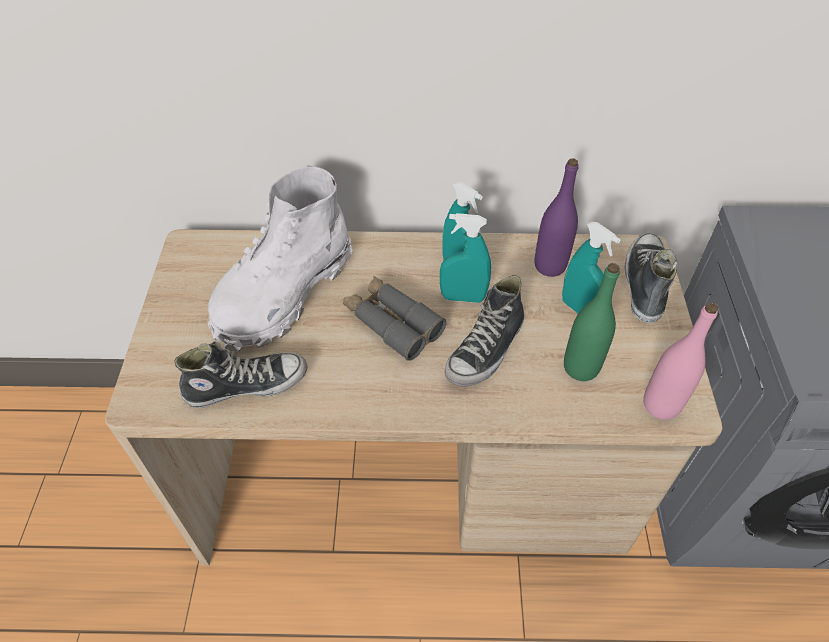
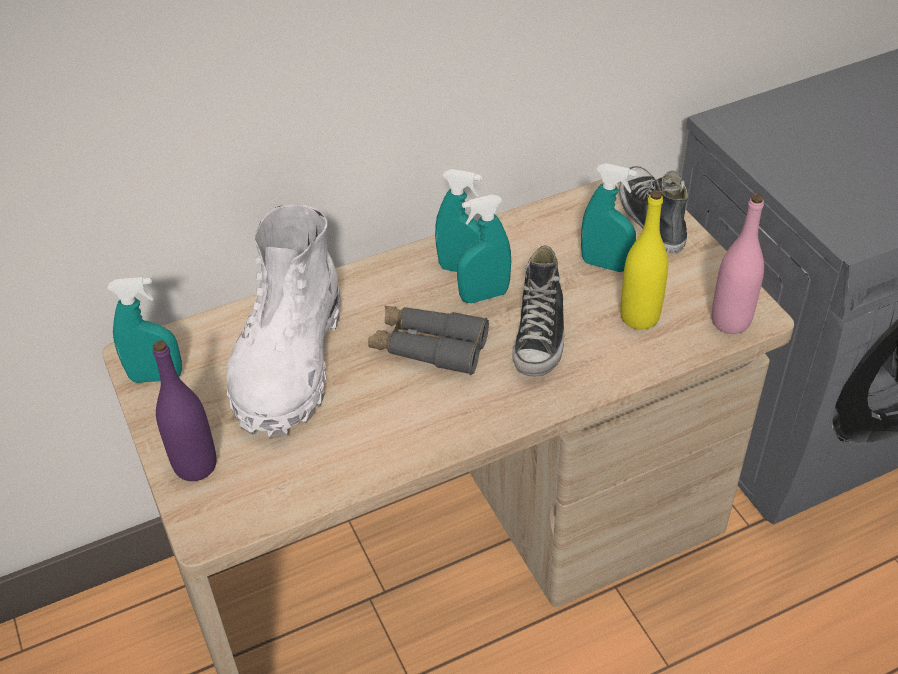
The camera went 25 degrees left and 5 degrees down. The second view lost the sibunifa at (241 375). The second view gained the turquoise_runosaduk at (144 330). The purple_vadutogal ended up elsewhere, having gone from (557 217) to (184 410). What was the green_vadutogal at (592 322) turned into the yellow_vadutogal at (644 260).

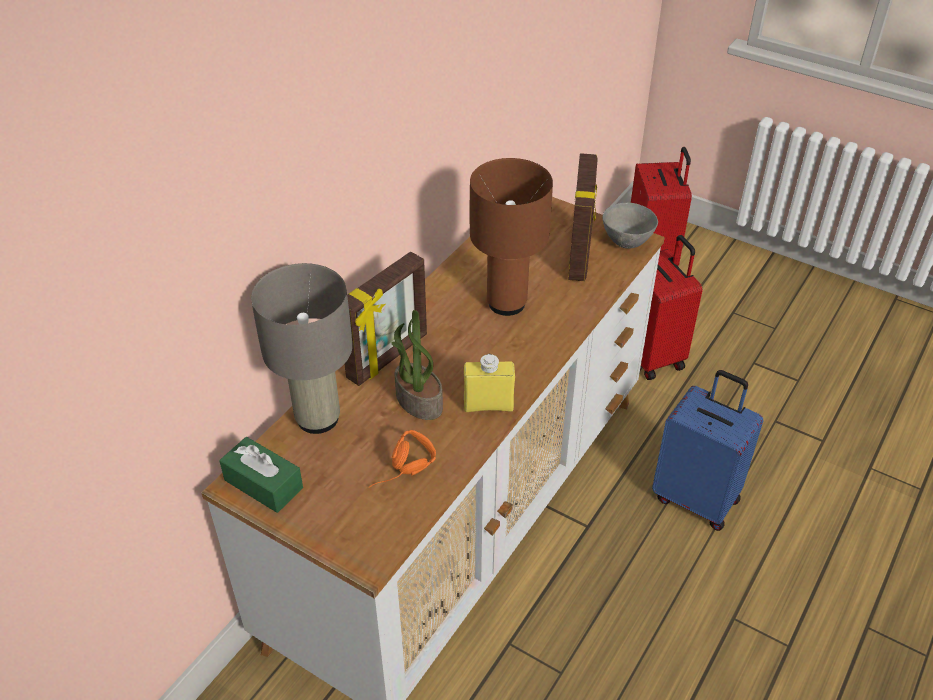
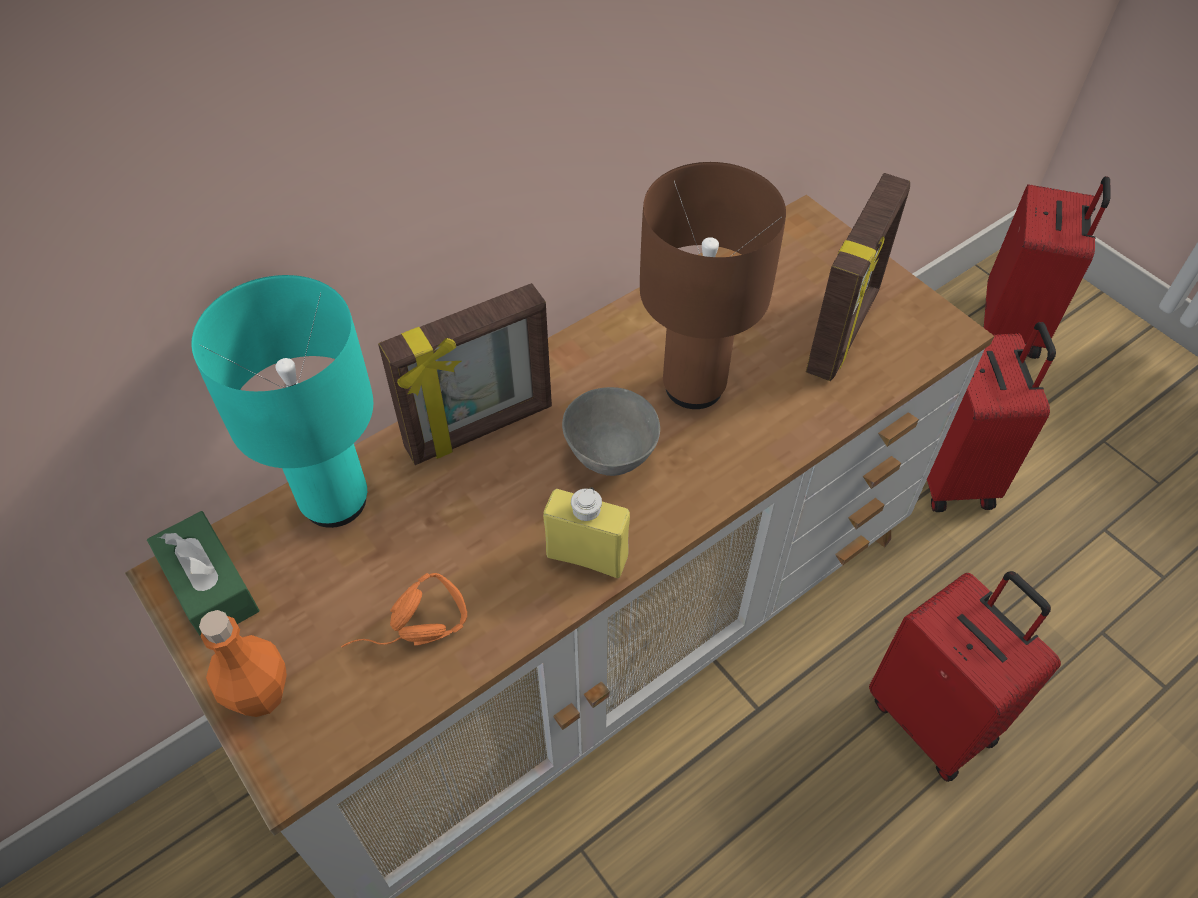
The camera went 20 degrees right and 10 degrees up. The second view lost the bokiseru at (417 365). The second view gained the orange_vadutogal at (243 663). The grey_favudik ended up elsewhere, having gone from (630 225) to (611 431). What was the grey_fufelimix at (301 348) turned into the turquoise_fufelimix at (282 401). What was the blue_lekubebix at (708 450) turned into the red_lekubebix at (965 676).

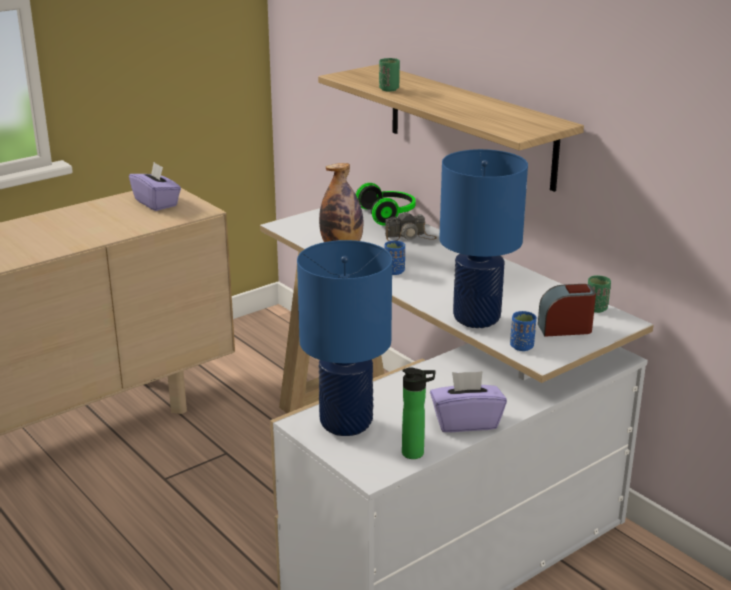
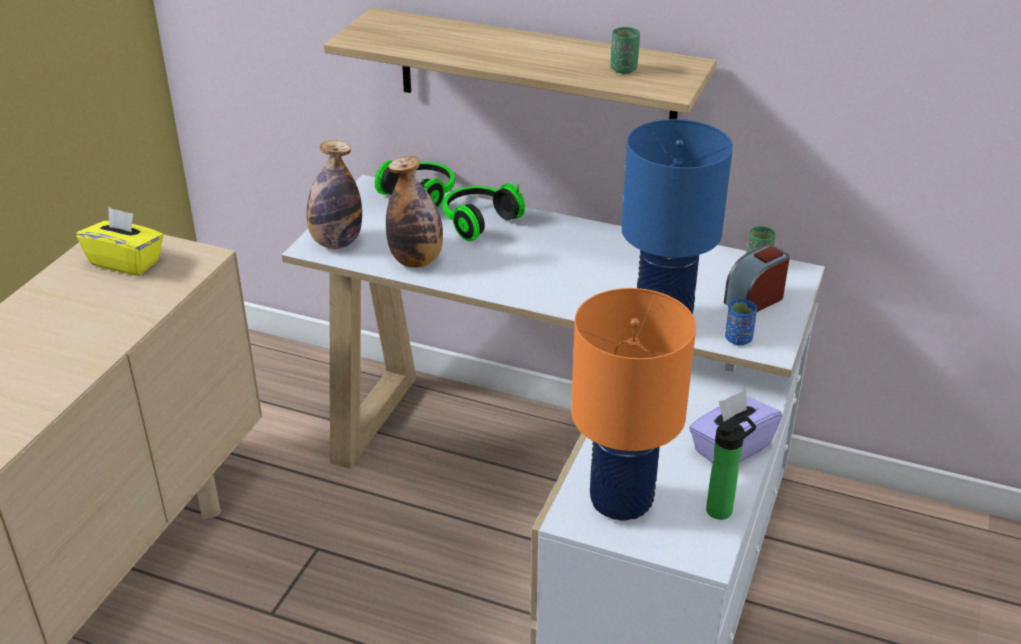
The camera went 30 degrees left and 10 degrees up. The second view lost the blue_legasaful at (394 258). The second view gained the vadutogal at (334 194). The green_legasaful ended up elsewhere, having gone from (389 74) to (625 50). Where the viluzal stood at (411 226), the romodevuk came to stand at (484 212). What was the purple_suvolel at (155 186) turned into the yellow_suvolel at (120 241). What was the blue_fufelimix at (344 338) turned into the orange_fufelimix at (633 404).

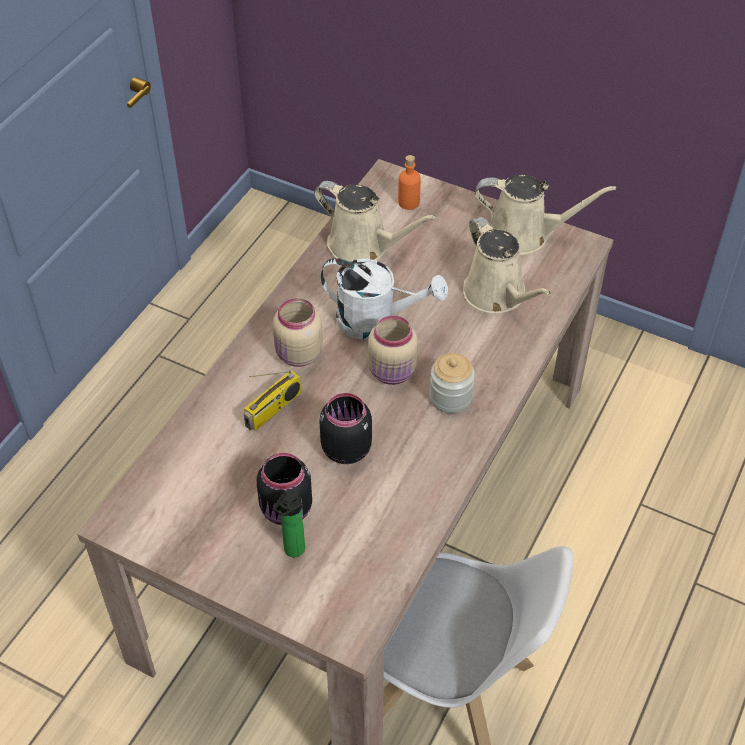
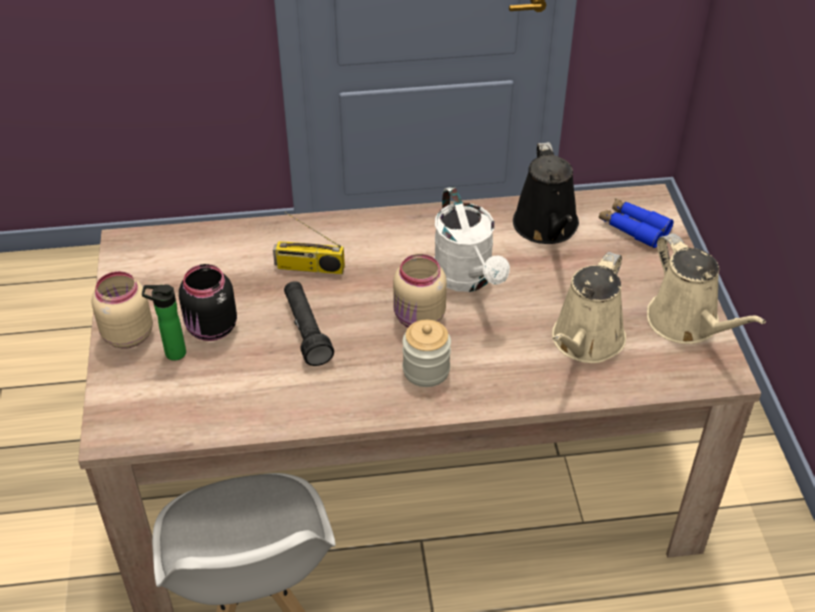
The camera went 55 degrees right and 5 degrees down. The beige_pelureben ended up elsewhere, having gone from (298 332) to (122 310). Where the black_pelureben stood at (346 428), the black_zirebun came to stand at (309 323). Where the orange_vadutogal stood at (409 182), the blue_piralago came to stand at (636 223). What was the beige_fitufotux at (375 221) turned into the black_fitufotux at (546 193).

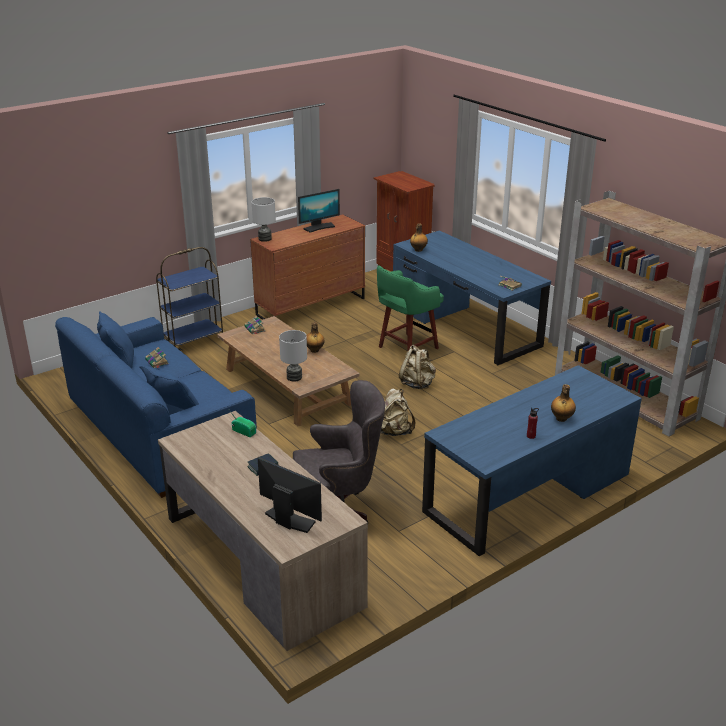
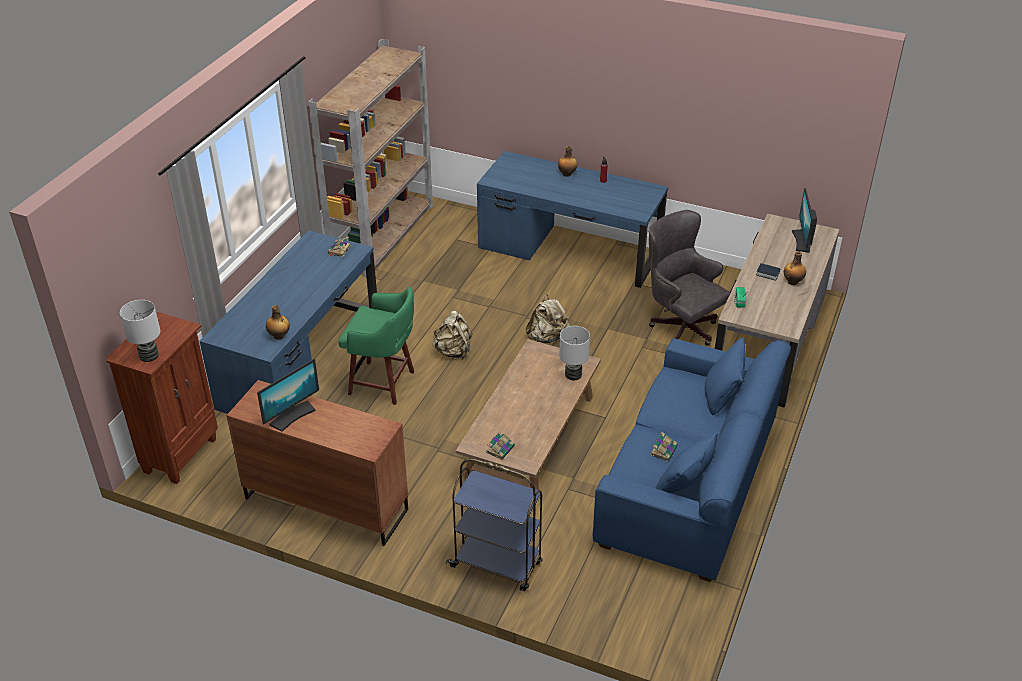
The camera went 120 degrees left and 10 degrees up. The grey_fufelimix ended up elsewhere, having gone from (264 219) to (140 331). The vadutogal ended up elsewhere, having gone from (316 337) to (795 268). The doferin at (319 211) ended up facing another way, 105 degrees clockwise from before.

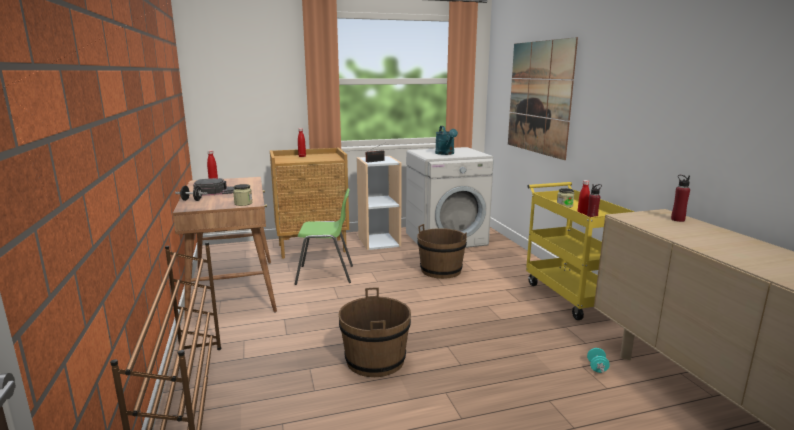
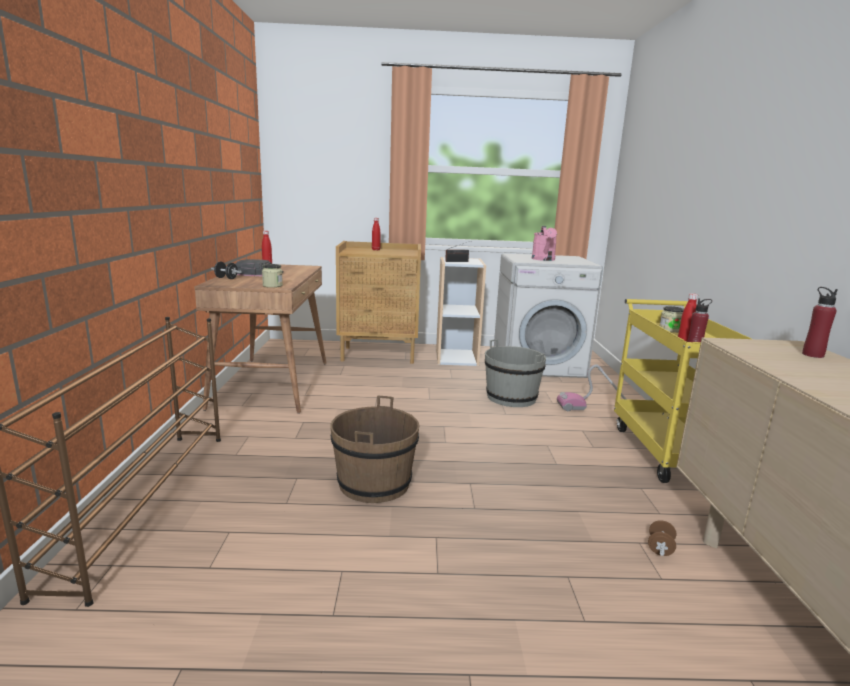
The camera went 15 degrees right and 0 degrees up. The second view lost the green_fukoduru at (324 237). The second view lost the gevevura at (543 98). The second view gained the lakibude at (591 387). What was the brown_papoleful at (442 251) turned into the grey_papoleful at (515 373). What was the turquoise_fitufotux at (446 140) turned into the pink_fitufotux at (544 243). What was the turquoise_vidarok at (598 360) turned into the brown_vidarok at (662 538).

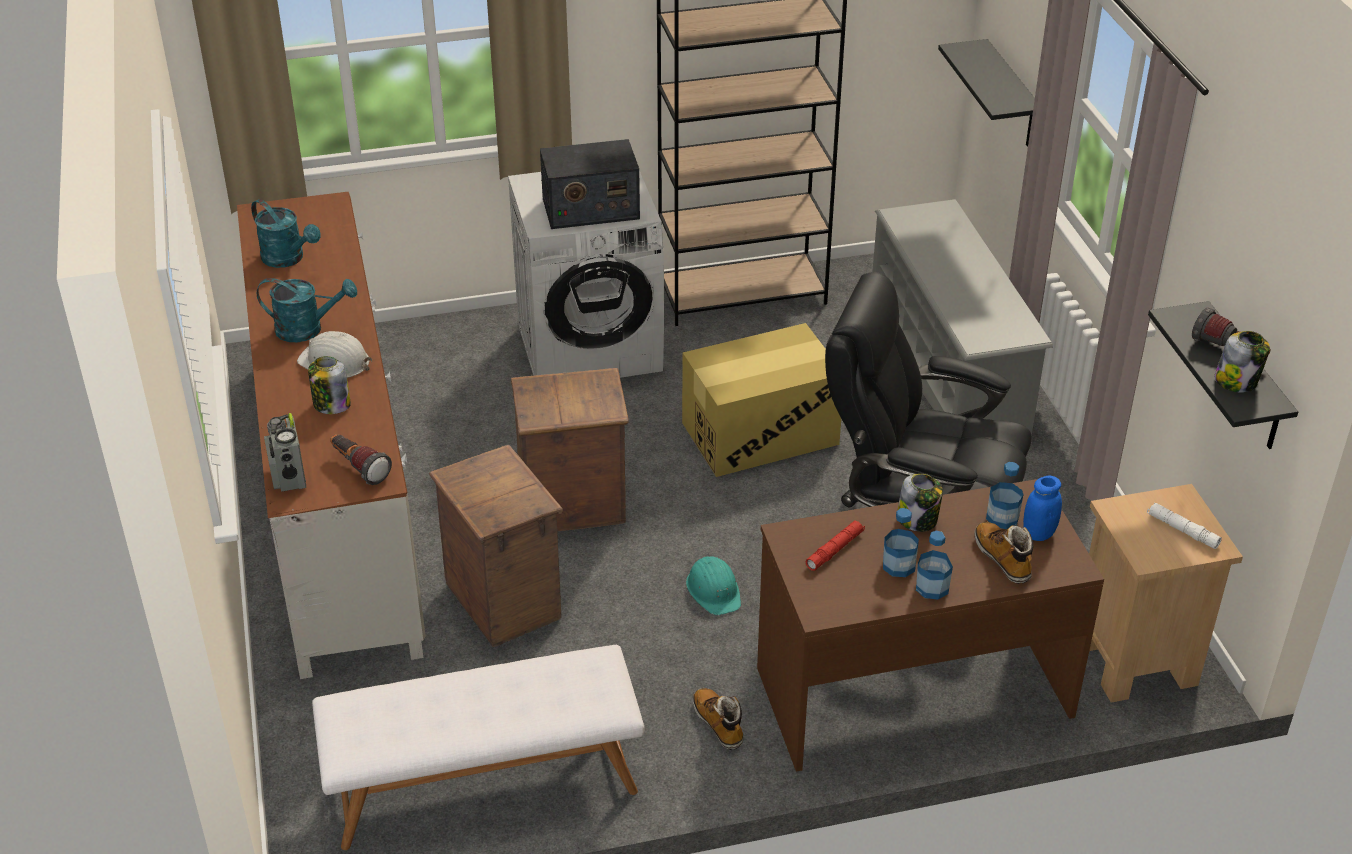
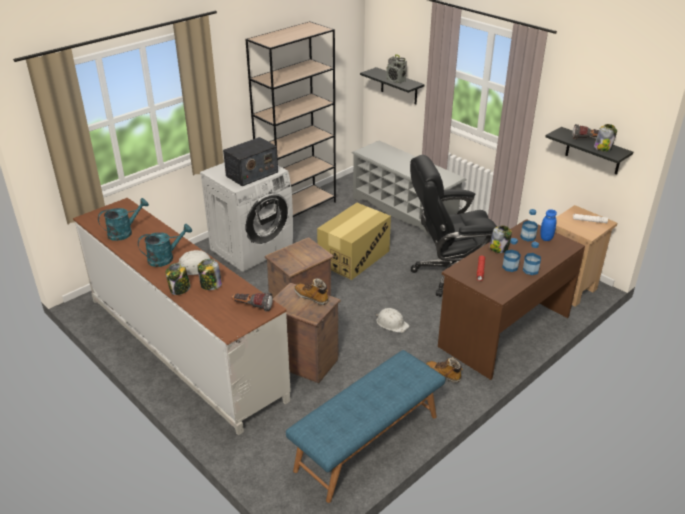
The camera went 30 degrees left and 5 degrees down. The second view gained the pelureben at (178 279). The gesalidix ended up elsewhere, having gone from (285 452) to (396 68). The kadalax ended up elsewhere, having gone from (1004 552) to (311 291). What was the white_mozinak at (478 747) turned into the blue_mozinak at (365 426). What was the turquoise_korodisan at (713 585) turned into the white_korodisan at (392 320). The turquoise_fitufotux at (286 233) ended up facing another way, 45 degrees counterclockwise from before.

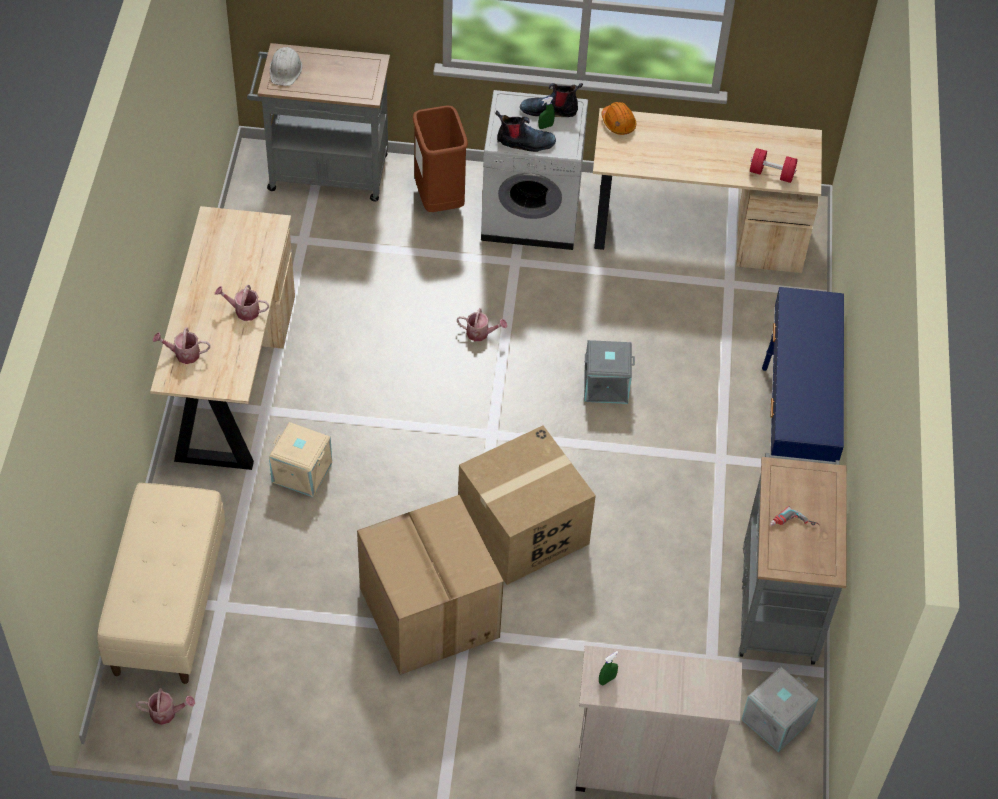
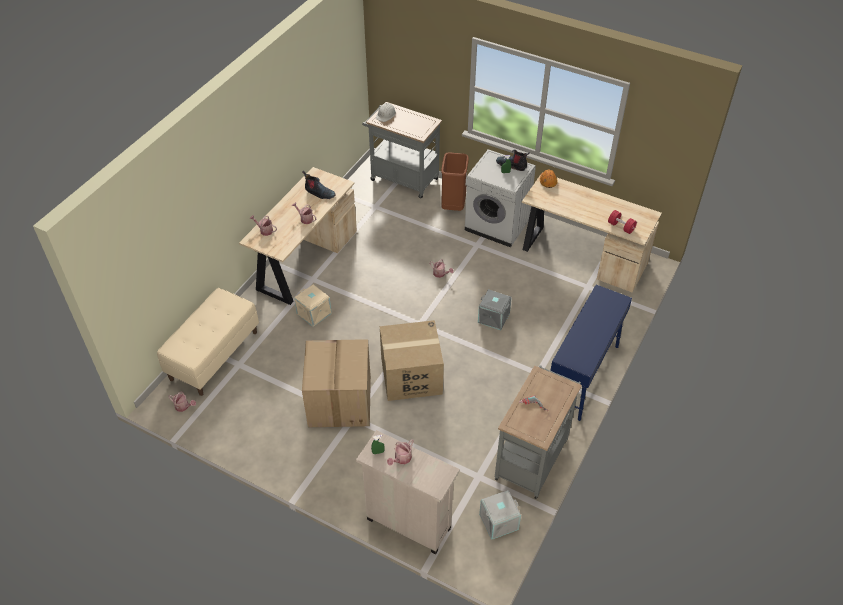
The camera went 25 degrees right and 5 degrees down. The second view gained the fitufotux at (400 452). The kadalax ended up elsewhere, having gone from (525 131) to (319 184).

